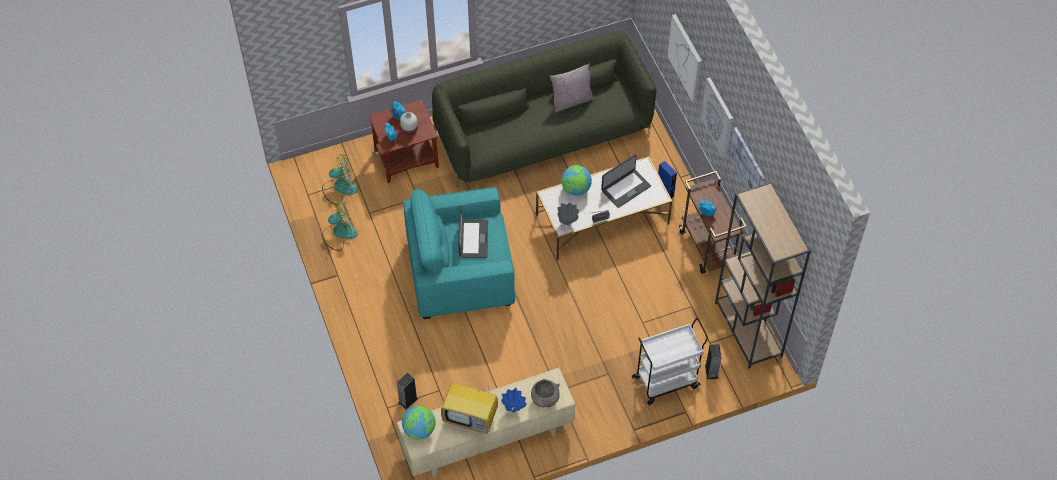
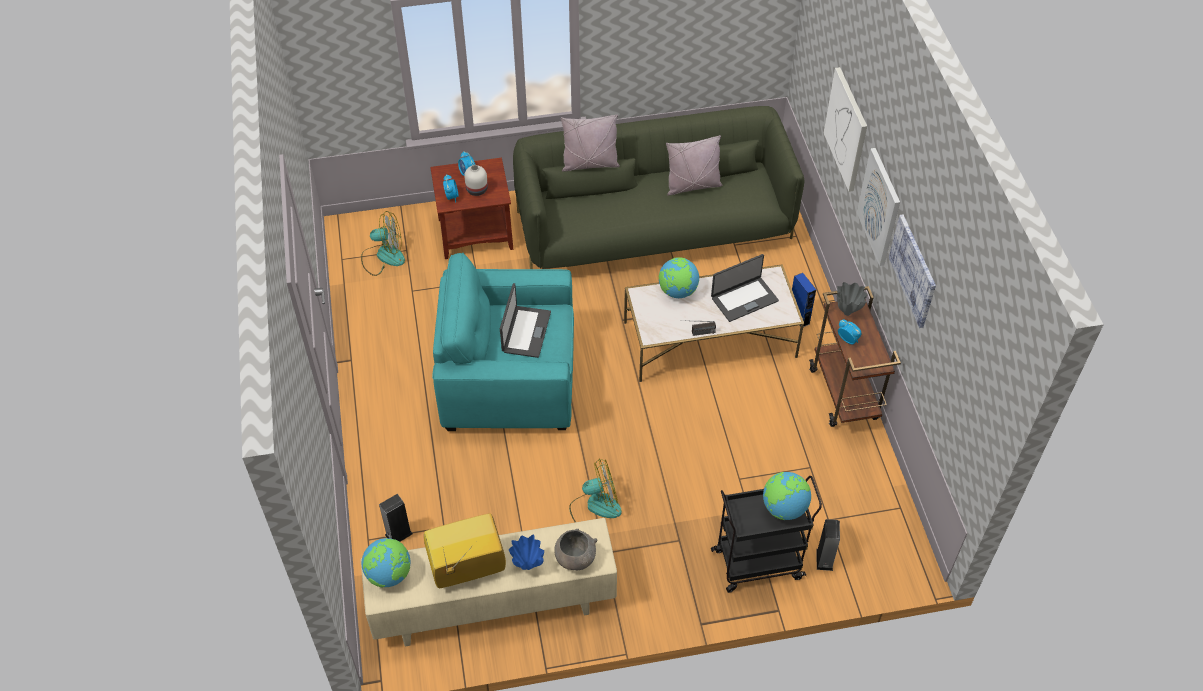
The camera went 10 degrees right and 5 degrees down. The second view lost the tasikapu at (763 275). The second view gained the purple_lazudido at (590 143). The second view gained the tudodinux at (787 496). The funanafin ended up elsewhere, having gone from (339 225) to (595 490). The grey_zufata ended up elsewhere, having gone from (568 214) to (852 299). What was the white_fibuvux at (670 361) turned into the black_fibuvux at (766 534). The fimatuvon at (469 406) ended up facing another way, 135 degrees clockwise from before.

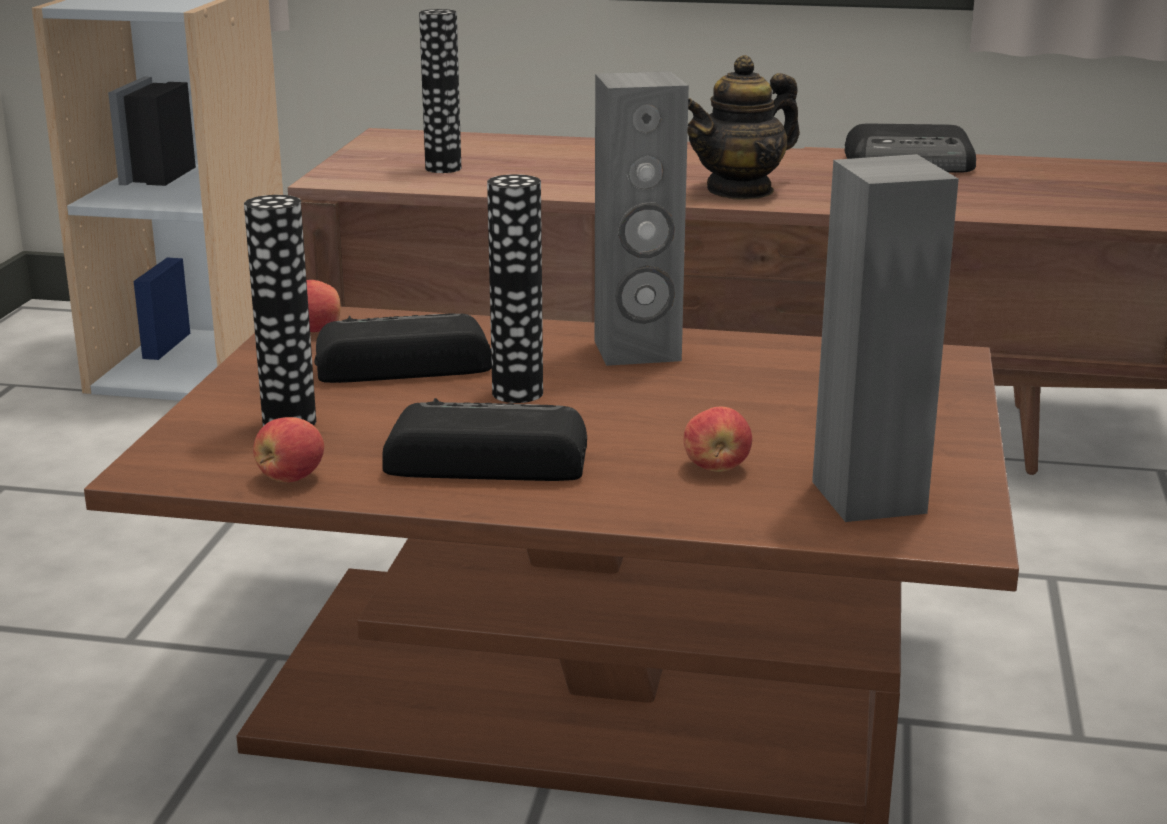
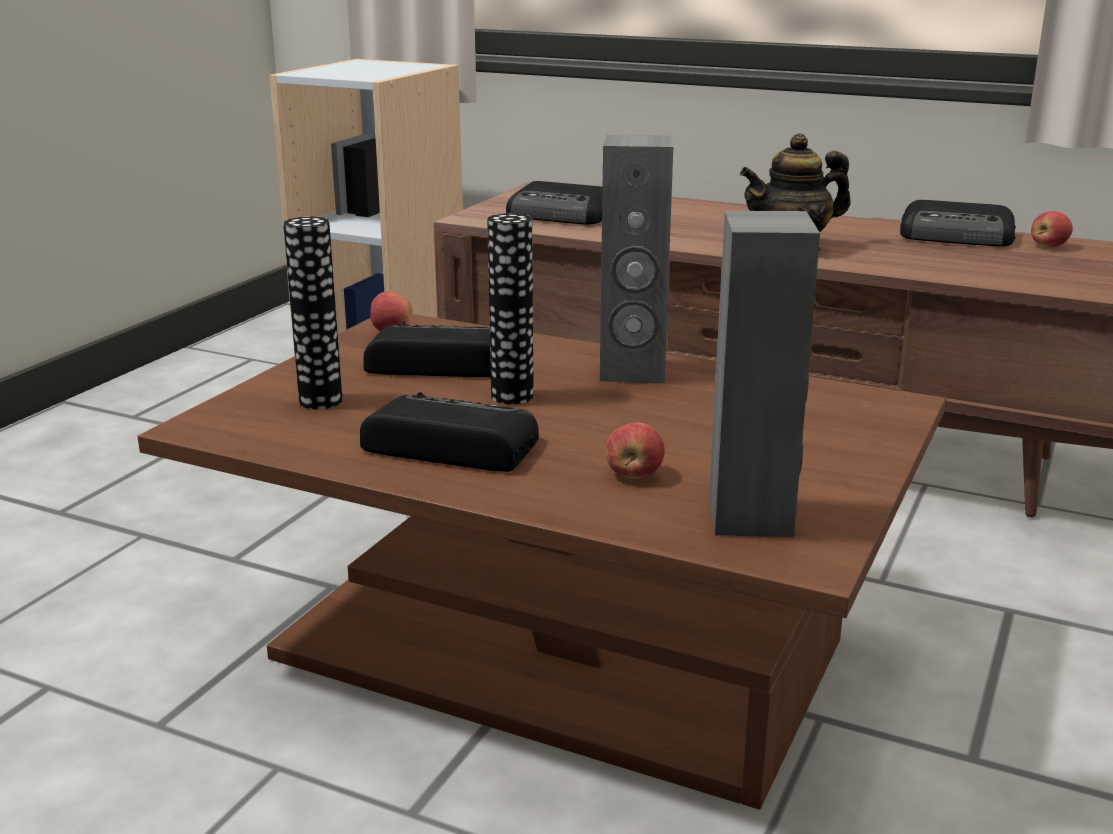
The camera went 15 degrees right and 0 degrees up. The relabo ended up elsewhere, having gone from (288 450) to (1052 229). Where the zufata stood at (440 91), the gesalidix came to stand at (554 203).

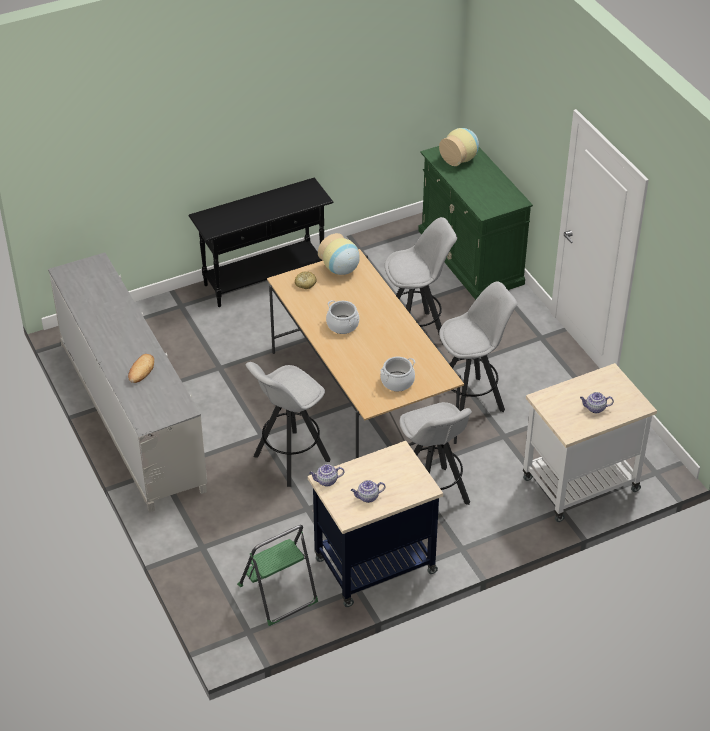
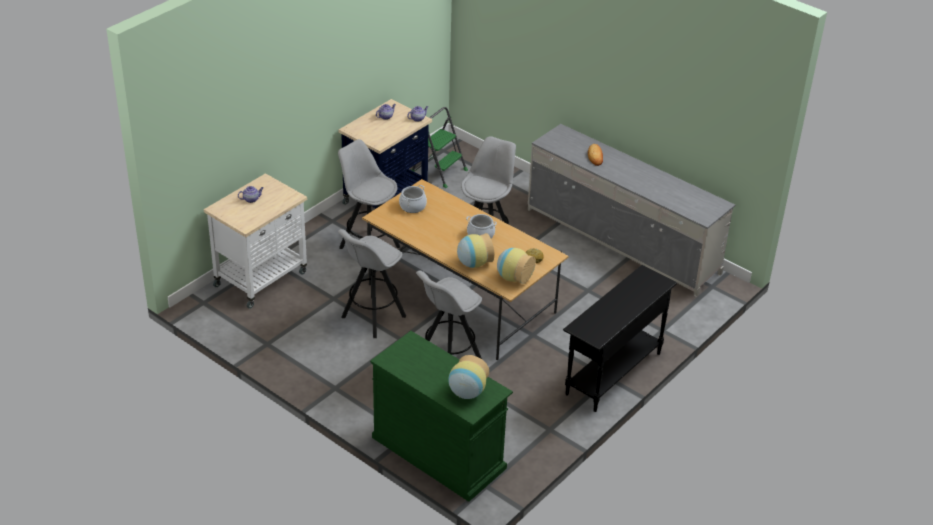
The camera went 155 degrees right and 5 degrees down. The second view gained the zufata at (475 250).

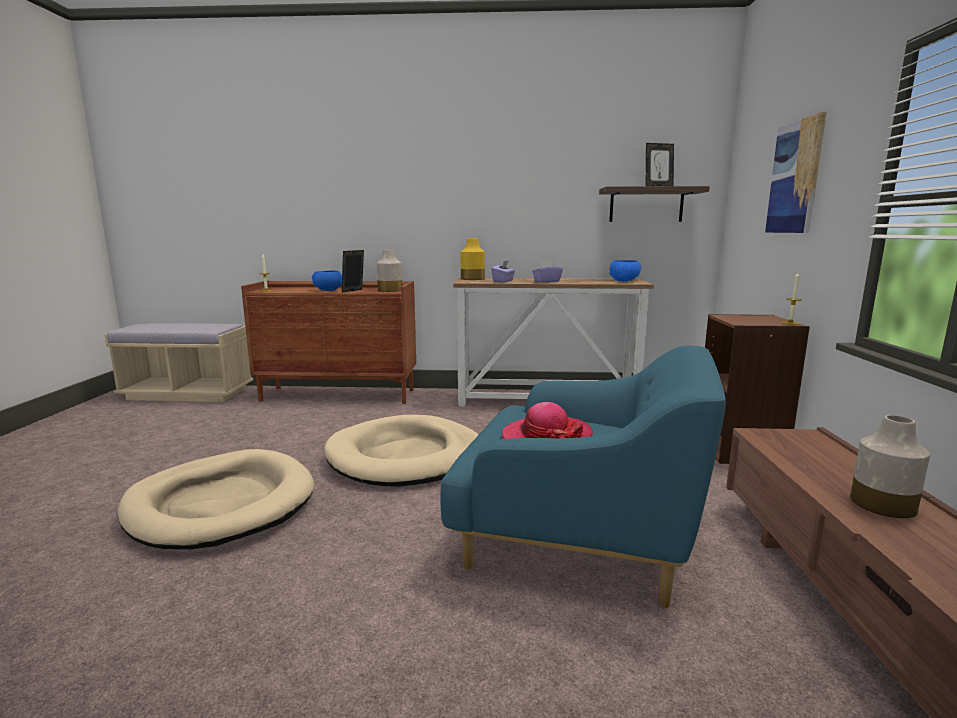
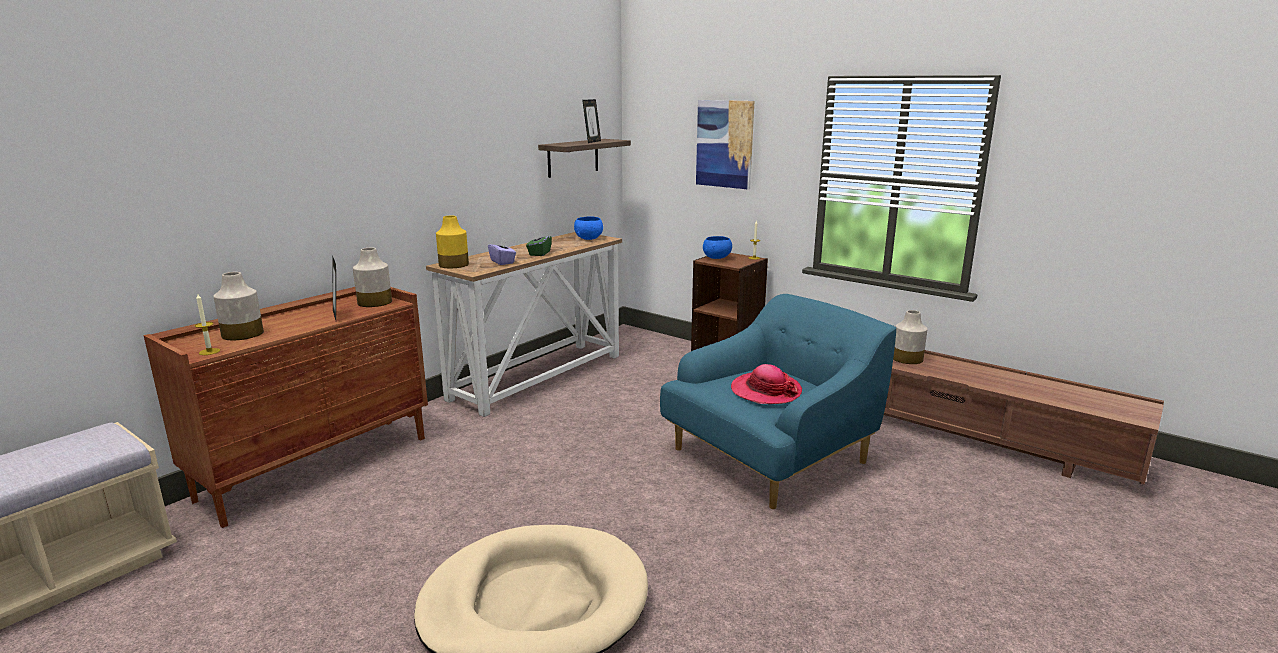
The camera went 55 degrees left and 5 degrees up. The second view lost the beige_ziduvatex at (401 450). The second view gained the beige_zufata at (238 306). The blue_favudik ended up elsewhere, having gone from (327 280) to (717 247). What was the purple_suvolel at (547 272) turned into the green_suvolel at (539 243).

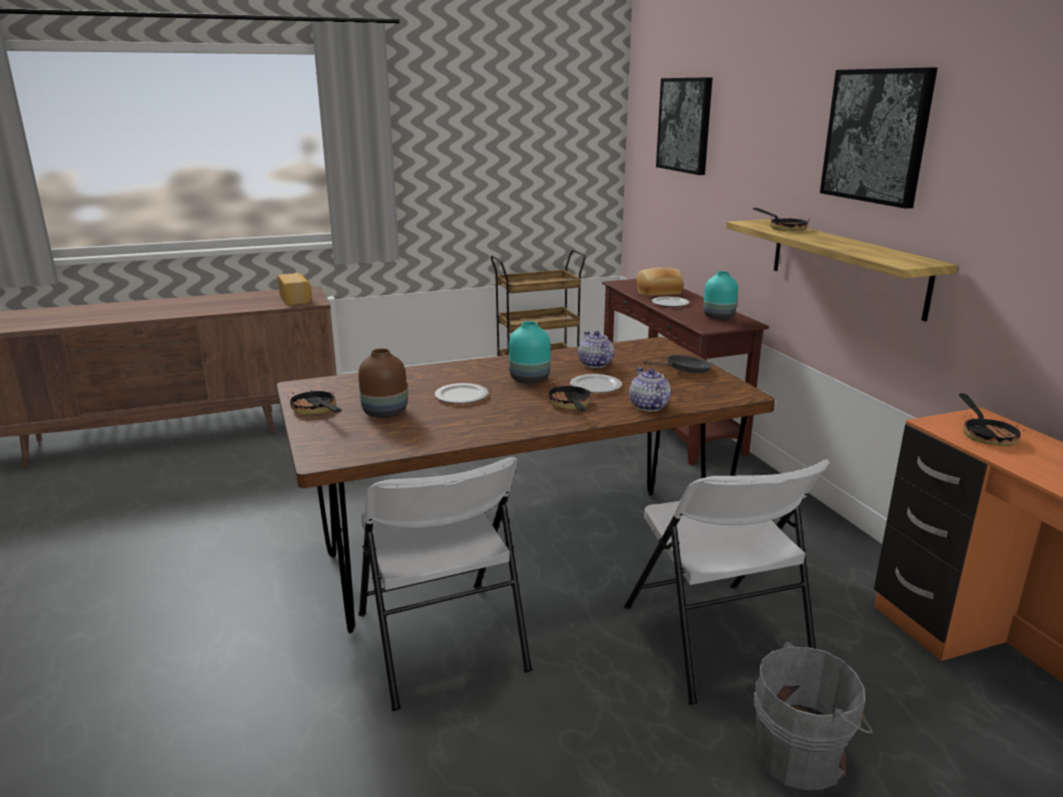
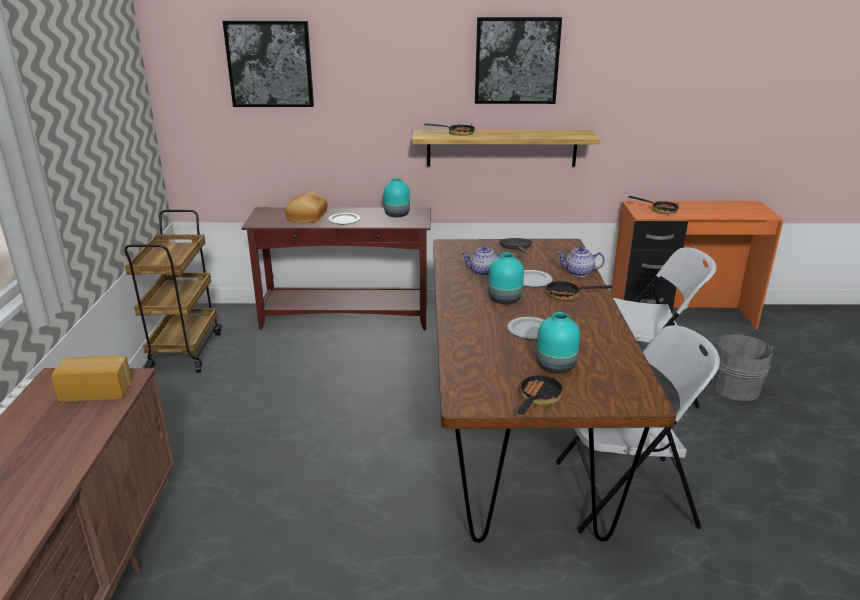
The camera went 70 degrees left and 5 degrees up. What was the brown_zufata at (382 383) turned into the turquoise_zufata at (558 343). The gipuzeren at (315 402) ended up facing another way, 135 degrees clockwise from before.

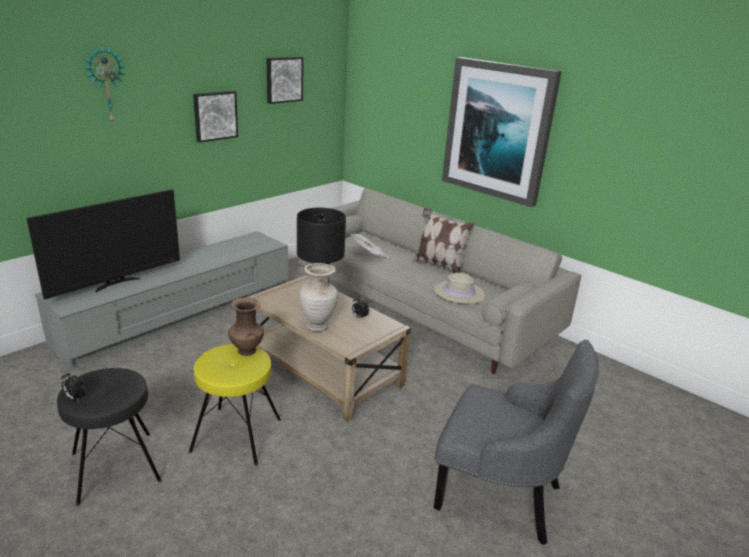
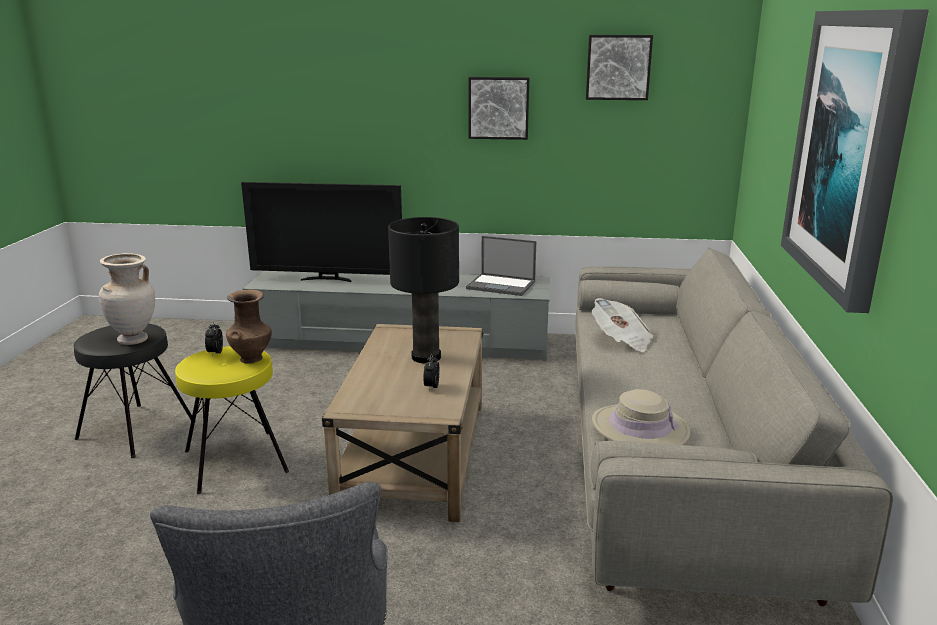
The camera went 55 degrees right and 5 degrees down. The second view lost the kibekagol at (105 84). The second view lost the lazudido at (443 240). The second view gained the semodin at (501 266). The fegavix ended up elsewhere, having gone from (73 386) to (214 338). The beige_zufata ended up elsewhere, having gone from (318 297) to (127 299).

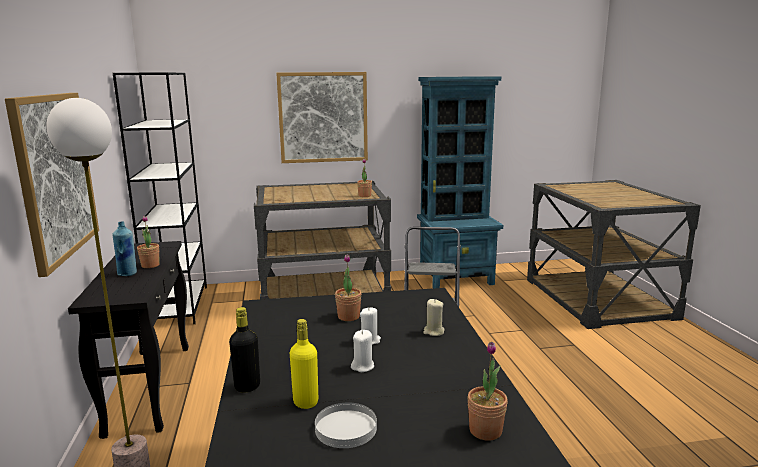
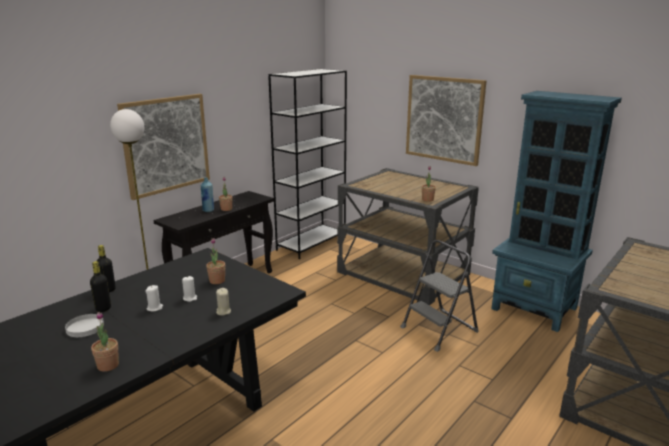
The camera went 50 degrees right and 5 degrees up. What was the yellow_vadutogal at (304 364) turned into the black_vadutogal at (100 286).

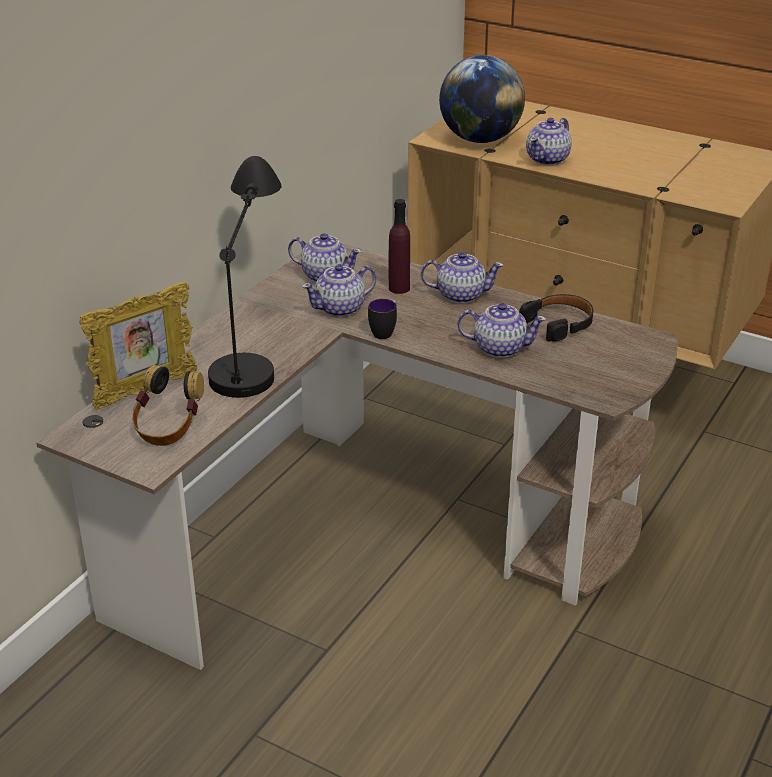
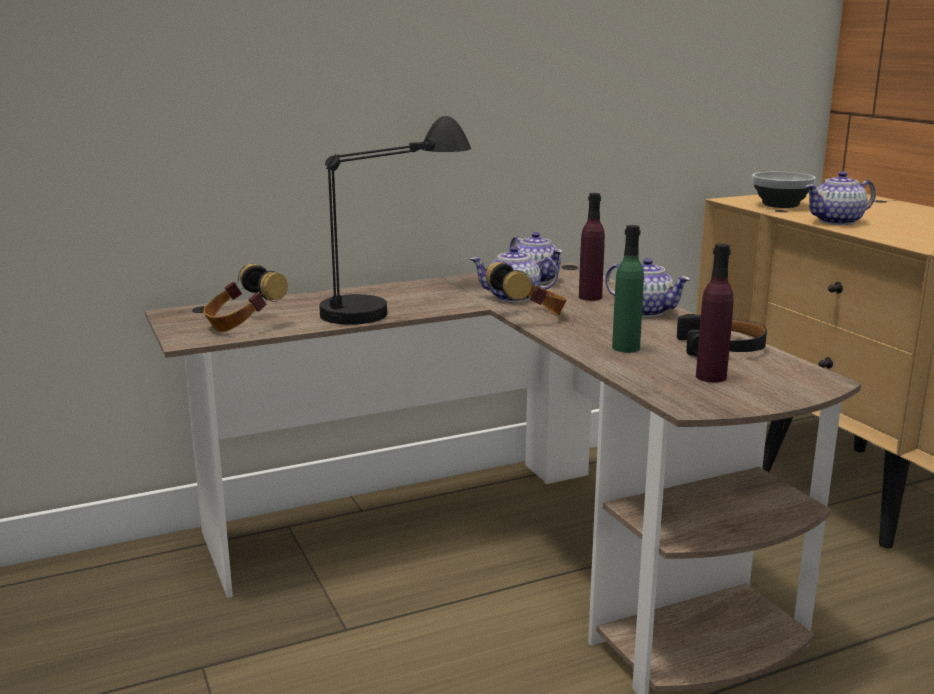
The camera went 35 degrees right and 15 degrees down. The second view lost the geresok at (138 345). The second view gained the purple_vadutogal at (715 313). Where the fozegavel stood at (383 319), the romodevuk came to stand at (526 288). Where the tudodinux stood at (482 99), the favudik came to stand at (784 190). Where the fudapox stood at (502 330), the green_vadutogal came to stand at (628 289).

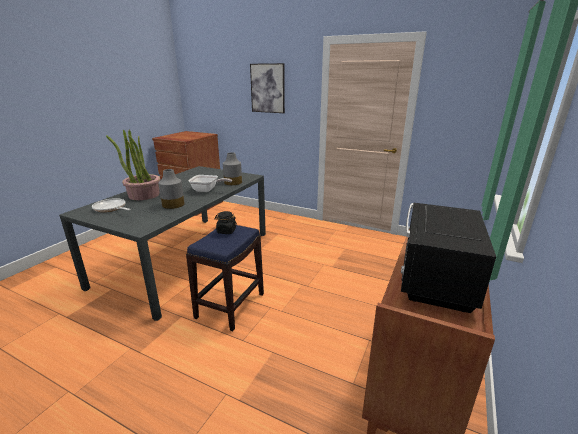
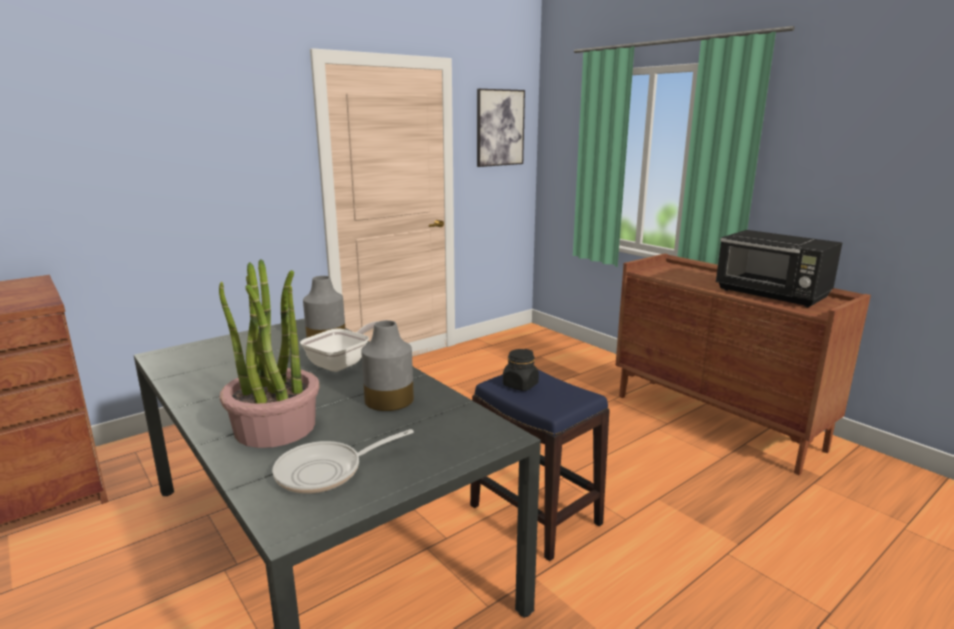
The camera went 65 degrees left and 5 degrees down. The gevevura ended up elsewhere, having gone from (267 88) to (501 128).

